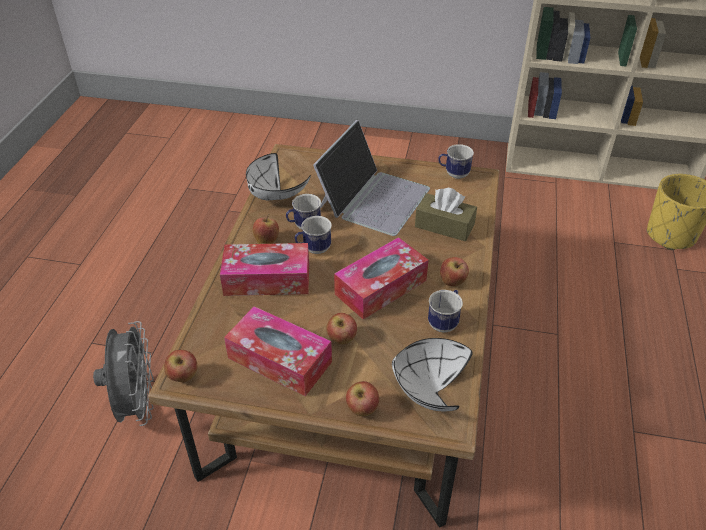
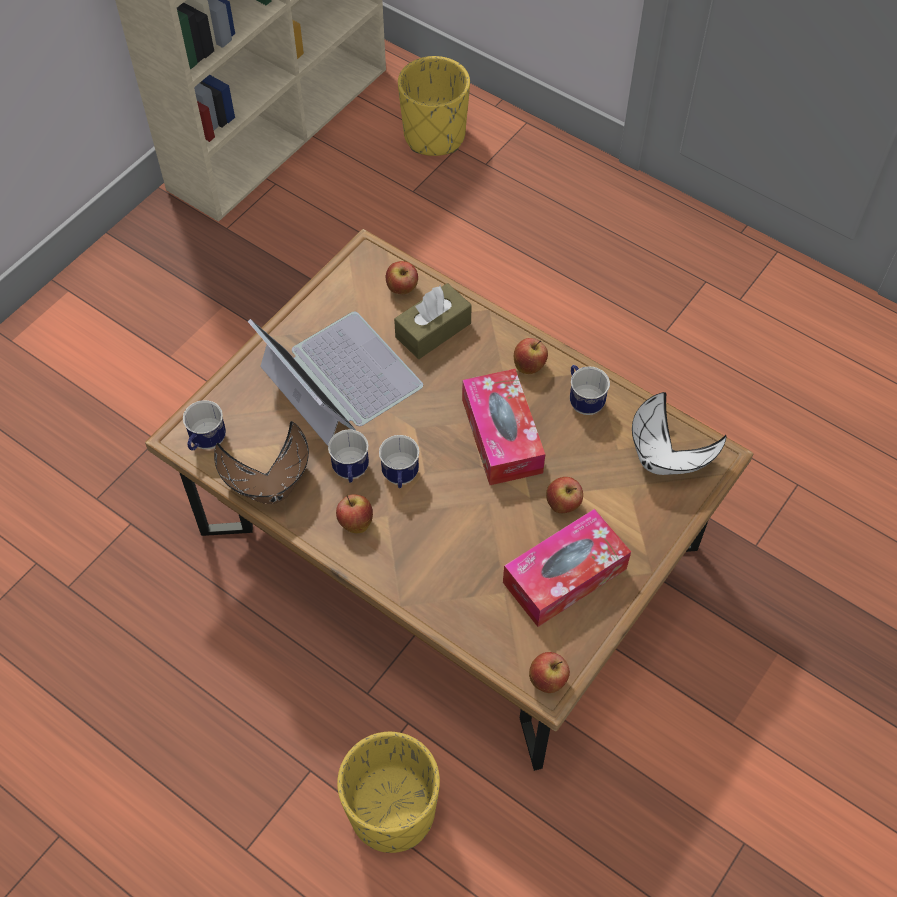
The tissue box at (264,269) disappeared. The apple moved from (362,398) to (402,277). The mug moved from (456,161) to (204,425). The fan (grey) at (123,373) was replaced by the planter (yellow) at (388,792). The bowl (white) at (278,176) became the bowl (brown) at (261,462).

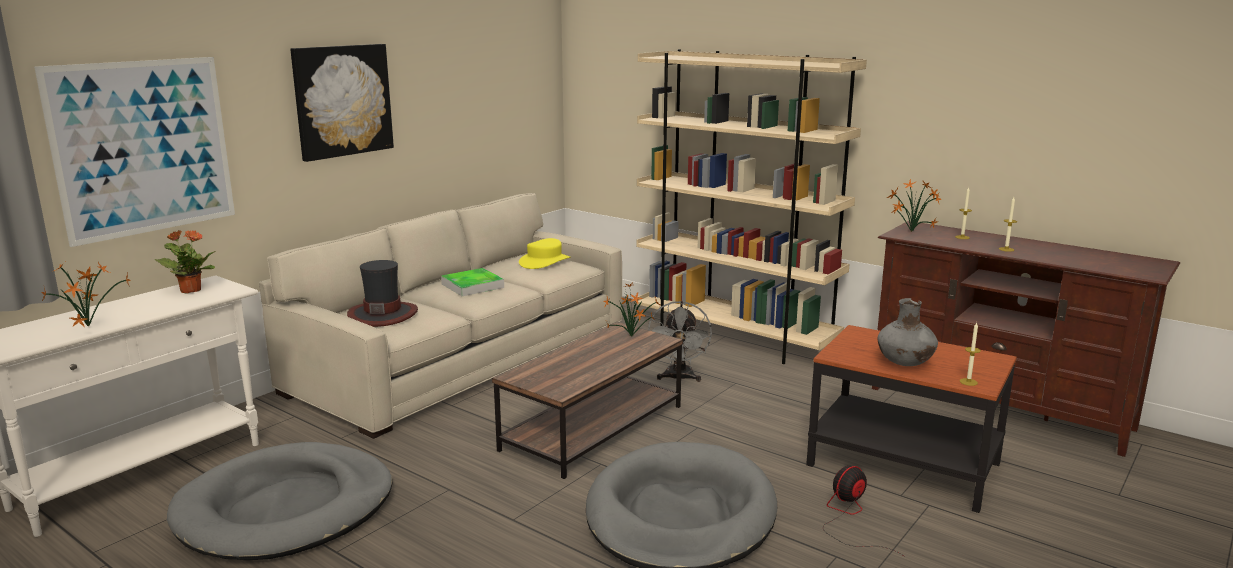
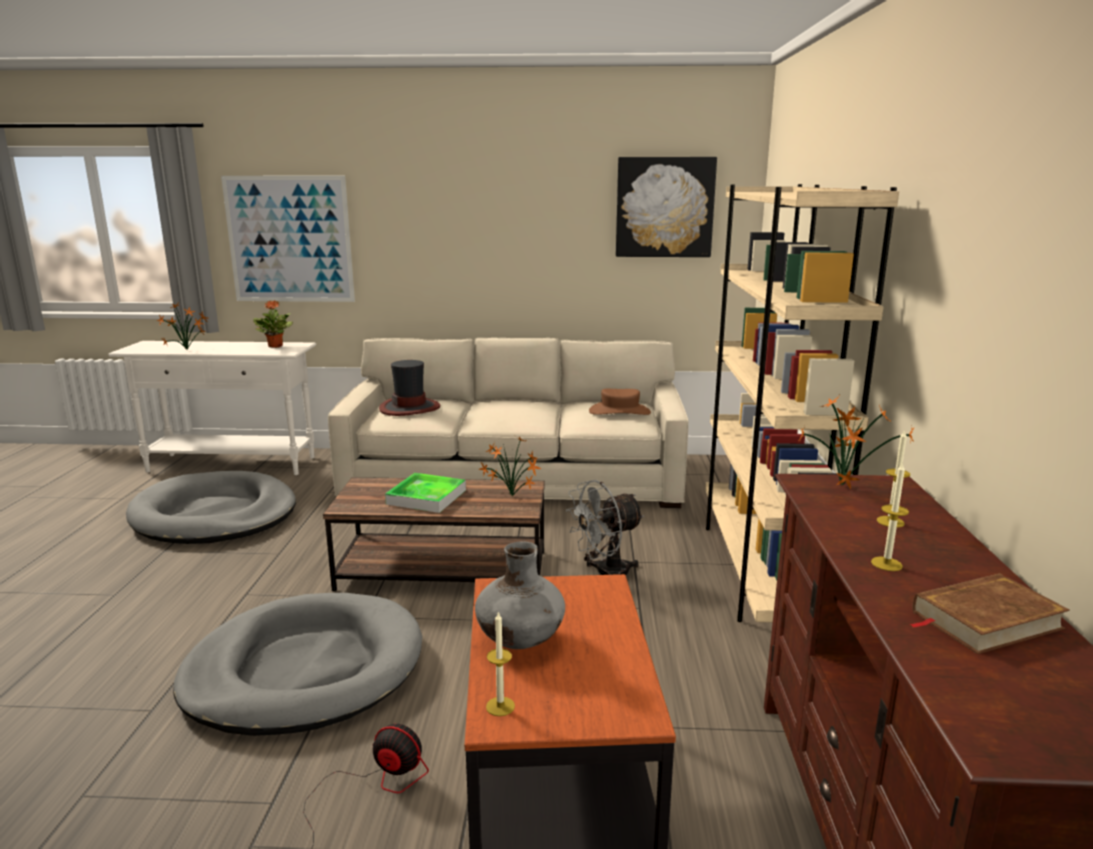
The book (brown) at (989,613) appeared. The picture moved from (342,103) to (666,207). The tray moved from (472,282) to (425,493). The hat (yellow) at (544,253) became the hat (brown) at (620,402).

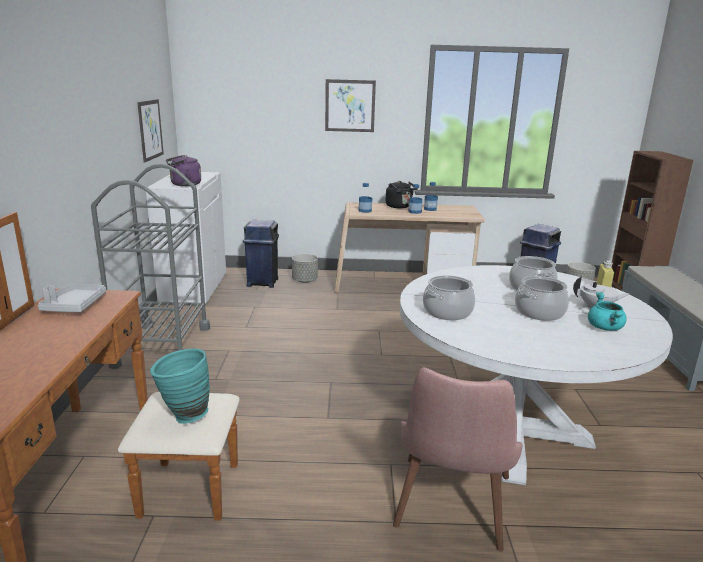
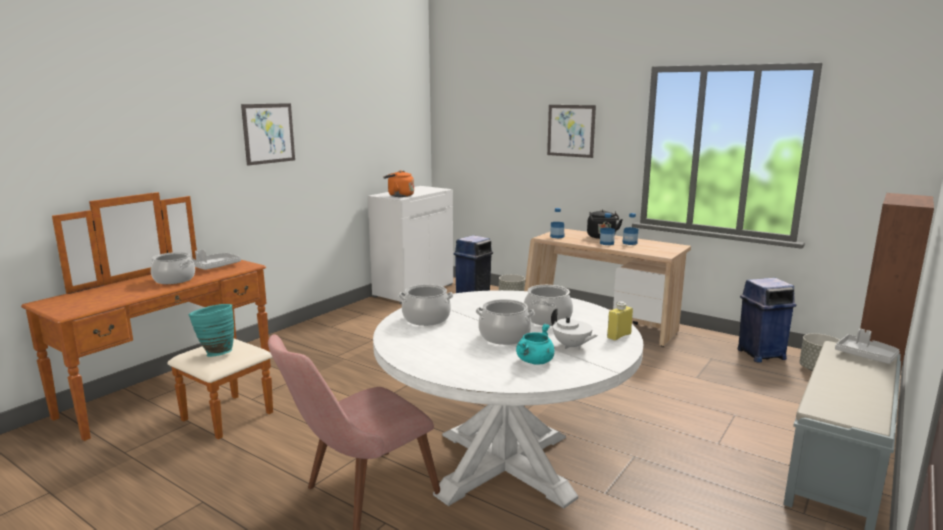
The cart (grey) at (150,266) disappeared. The cooking pot at (173,268) appeared. The tray (grey) at (867,346) appeared. The picture moved from (150,130) to (268,134). The kettle (purple) at (183,170) became the kettle (orange) at (398,183).

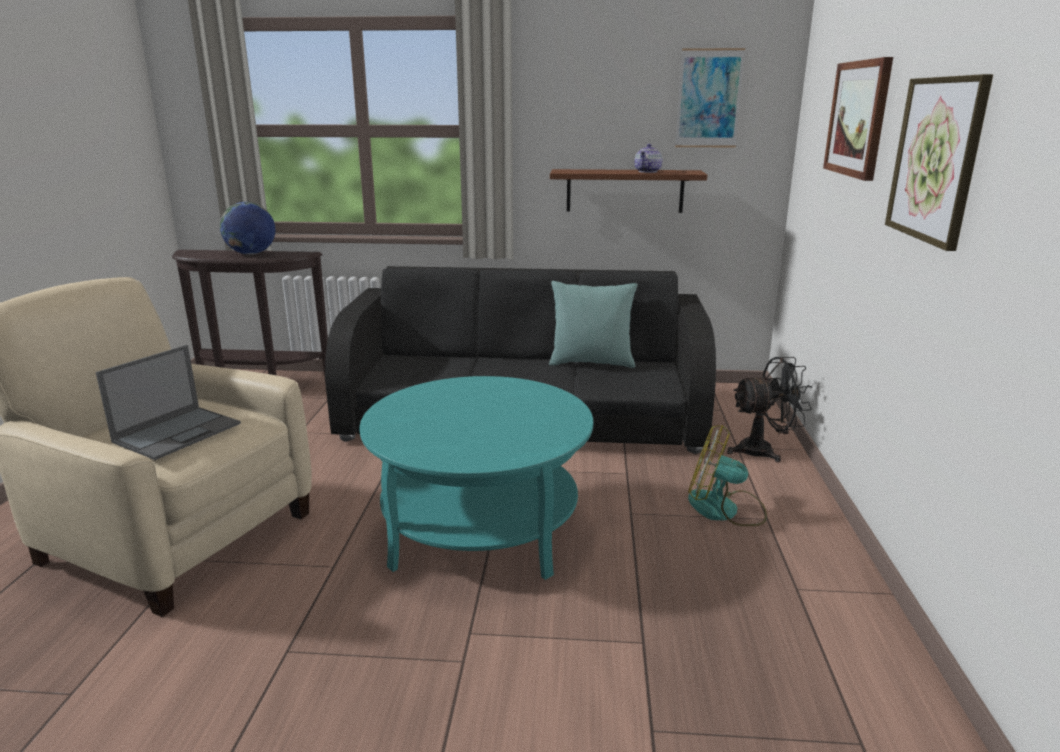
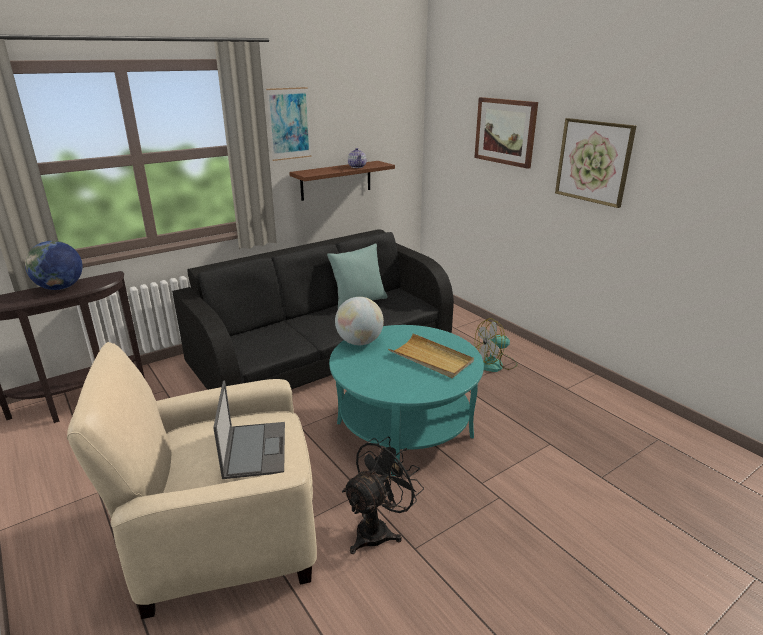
The globe at (359,321) appeared. The tray (beige) at (431,356) appeared. The picture moved from (710,97) to (289,124). The fan (black) moved from (769,409) to (383,495).

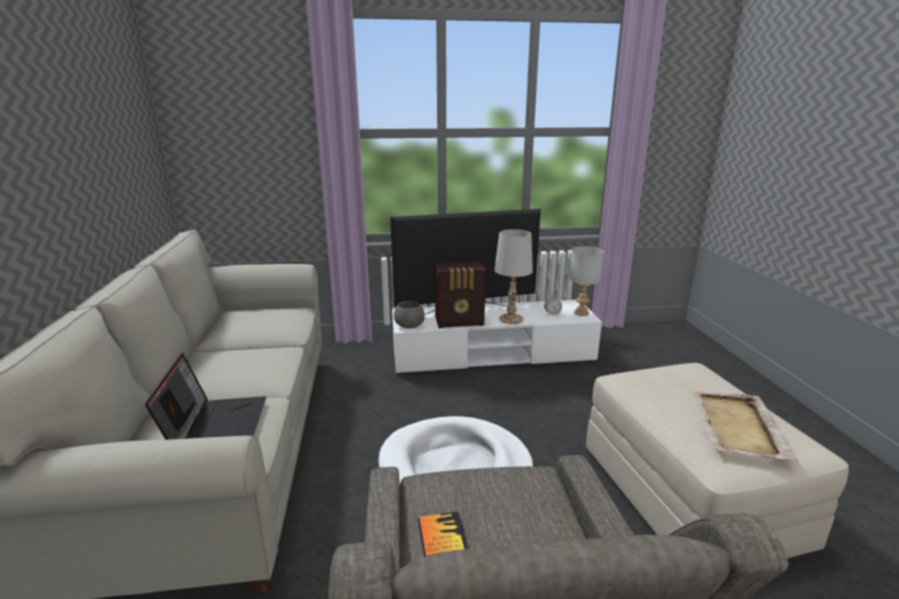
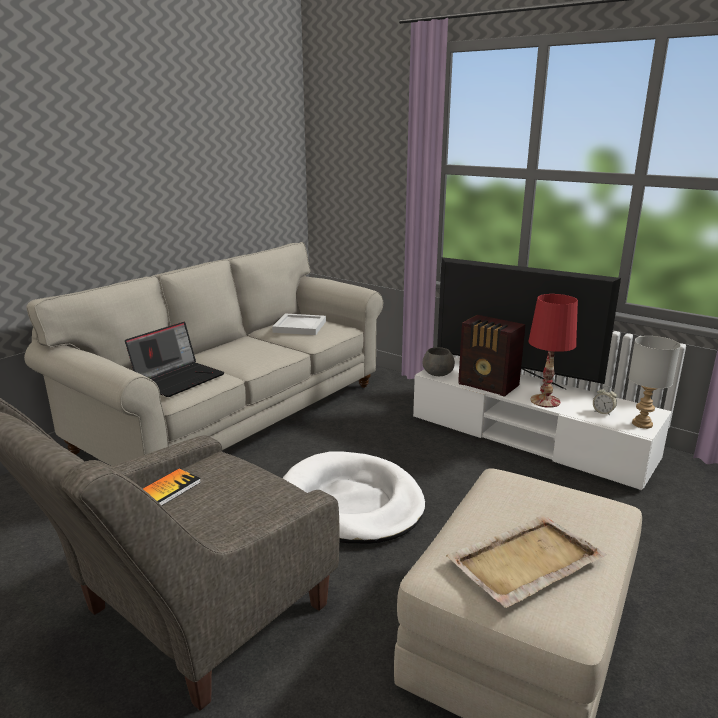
The tray (white) at (299,324) appeared. The table lamp (white) at (513,276) became the table lamp (red) at (553,351).

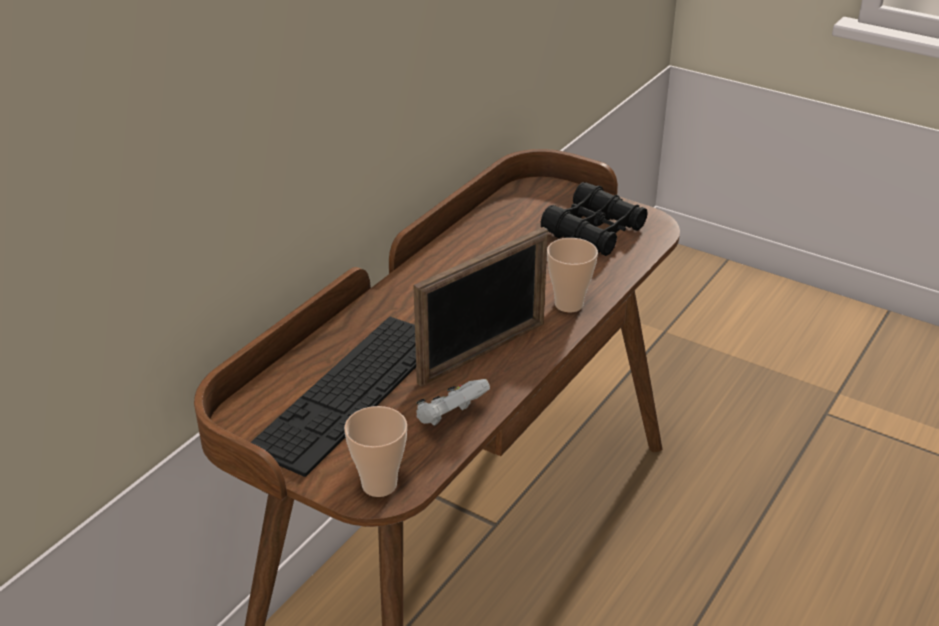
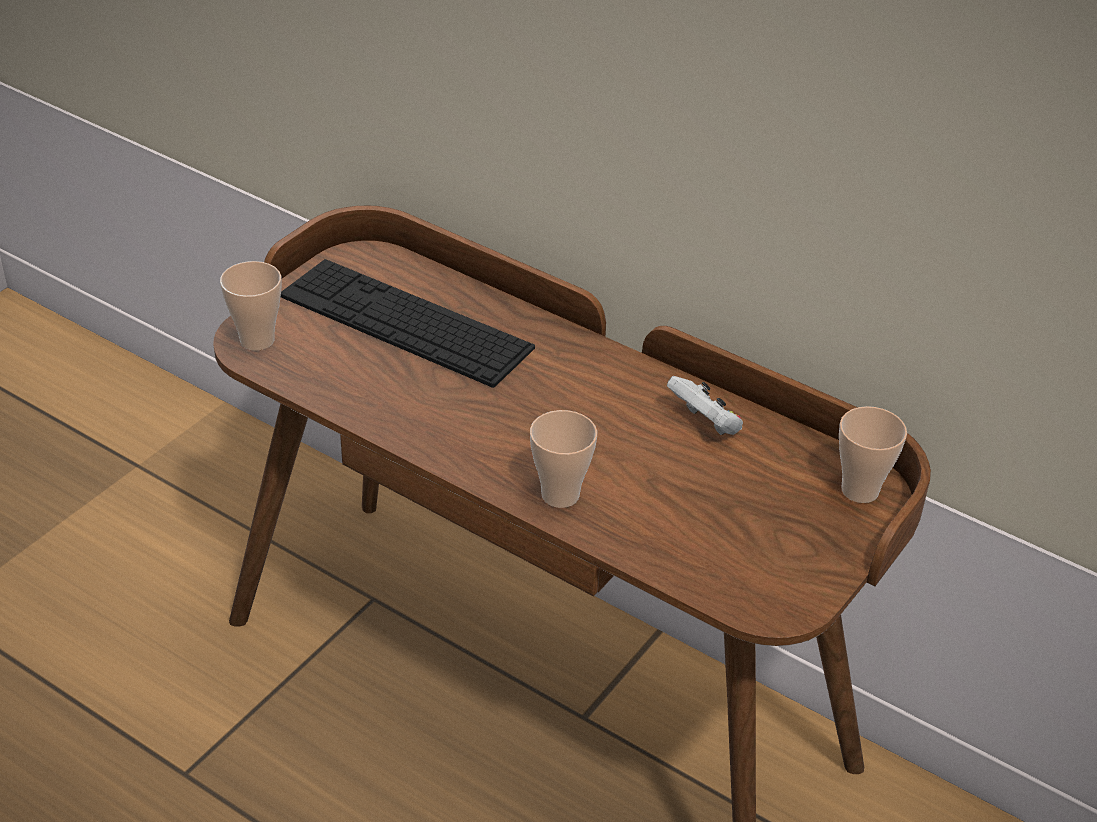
The picture frame at (480,306) disappeared. The binoculars (black) at (594,219) disappeared. The cup at (873,454) appeared. The game controller (white) moved from (453,402) to (705,405).

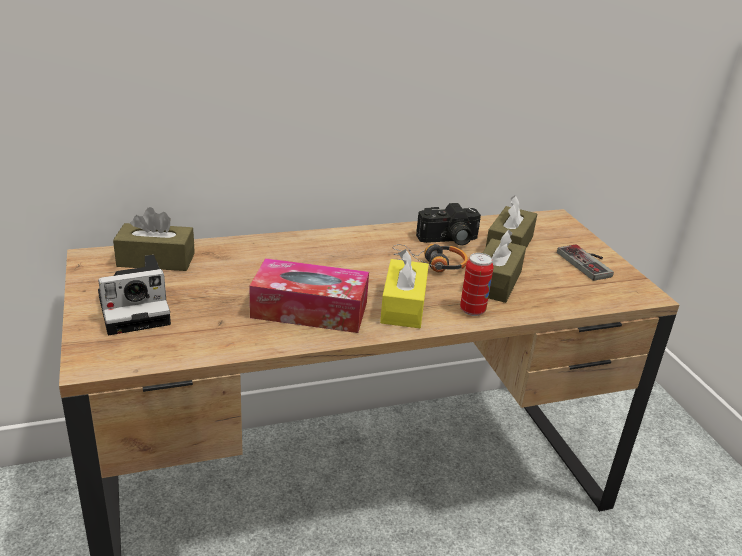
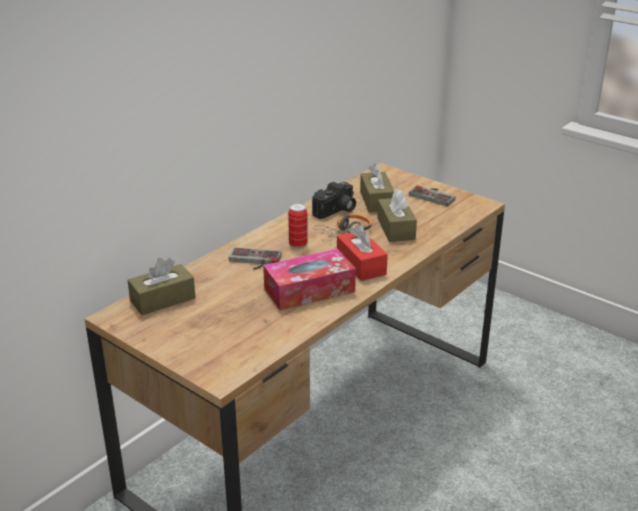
The photo camera at (134,295) disappeared. The game controller at (255,258) appeared. The can moved from (477,284) to (298,225). The tissue box (yellow) at (404,288) became the tissue box (red) at (362,252).

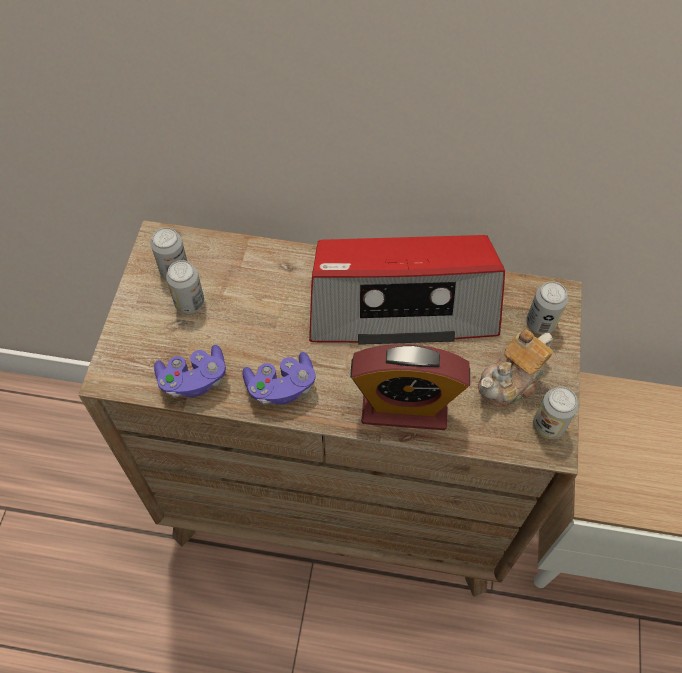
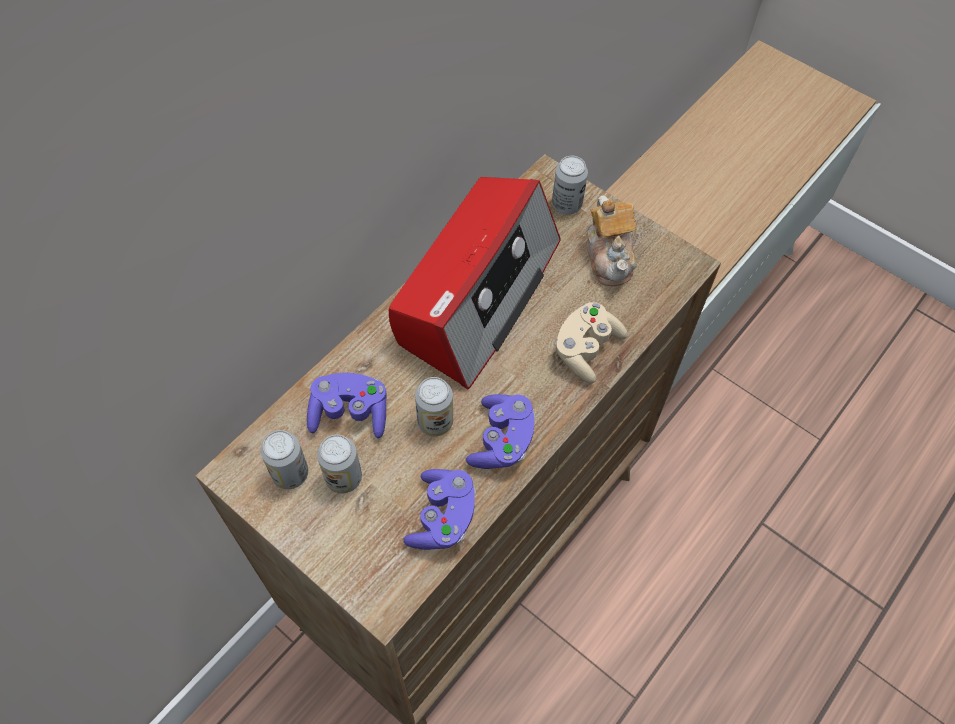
The game controller (purple) at (347,405) appeared. The can moved from (555,412) to (434,406). The alarm clock at (410,387) was replaced by the game controller (beige) at (591,342).

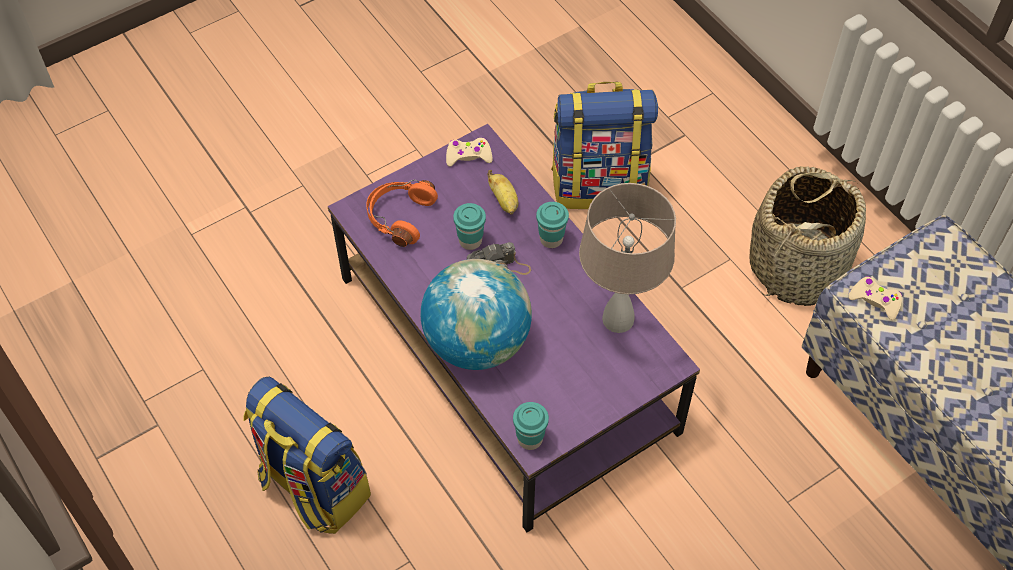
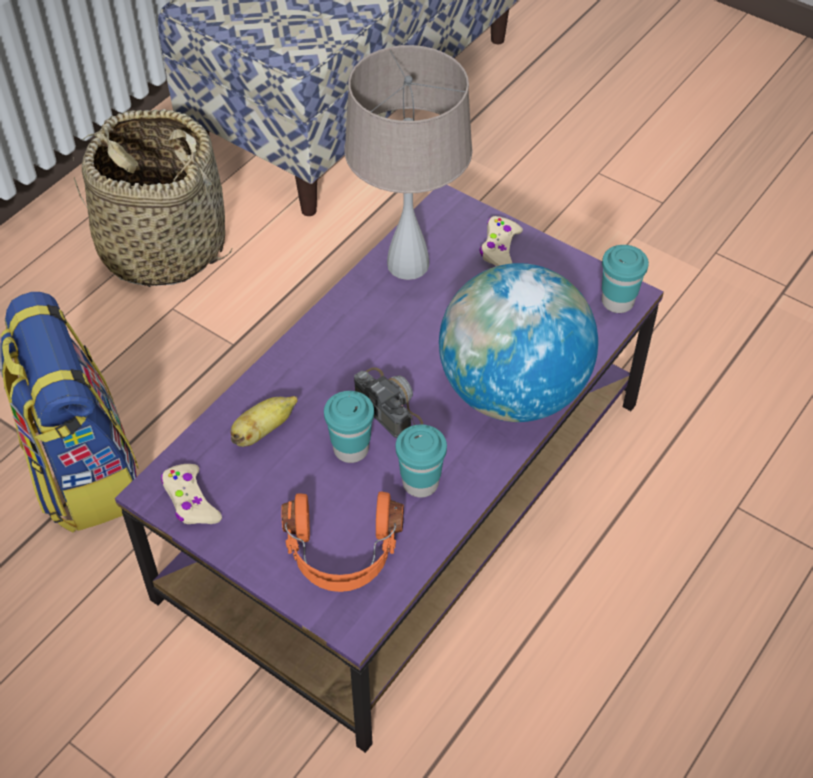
The backpack at (307,455) disappeared. The cup (turquoise) moved from (552,225) to (421,461). The game controller (beige) moved from (875,298) to (501,241).

